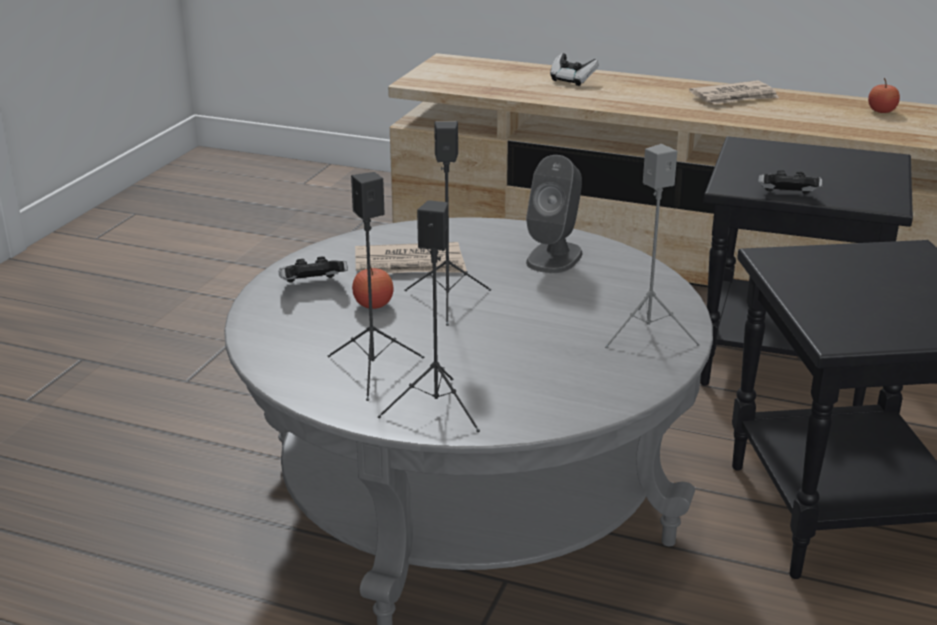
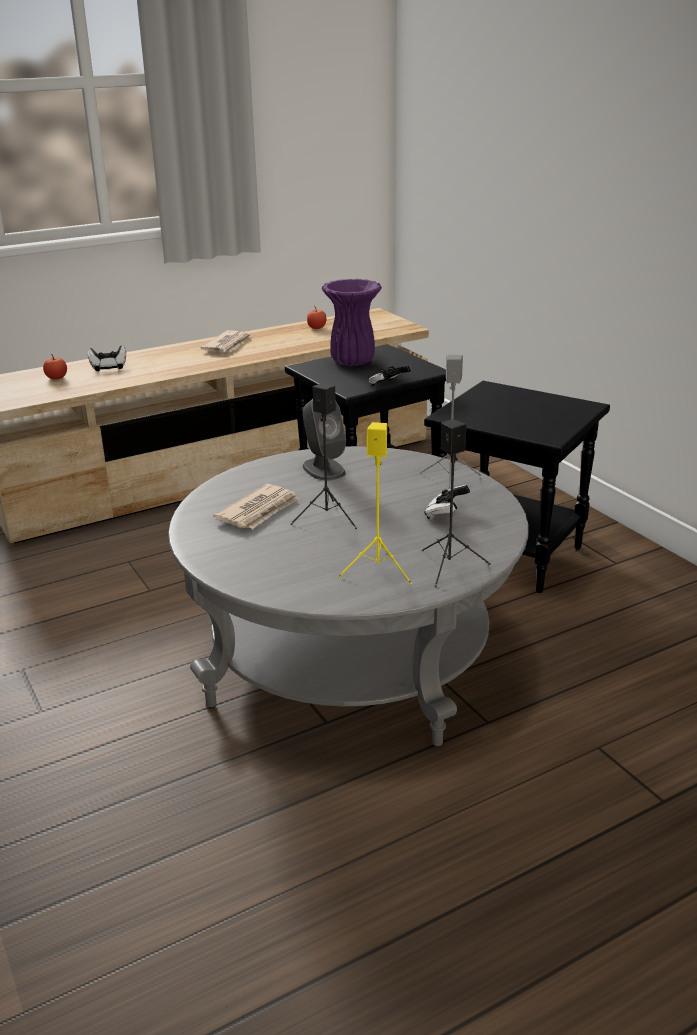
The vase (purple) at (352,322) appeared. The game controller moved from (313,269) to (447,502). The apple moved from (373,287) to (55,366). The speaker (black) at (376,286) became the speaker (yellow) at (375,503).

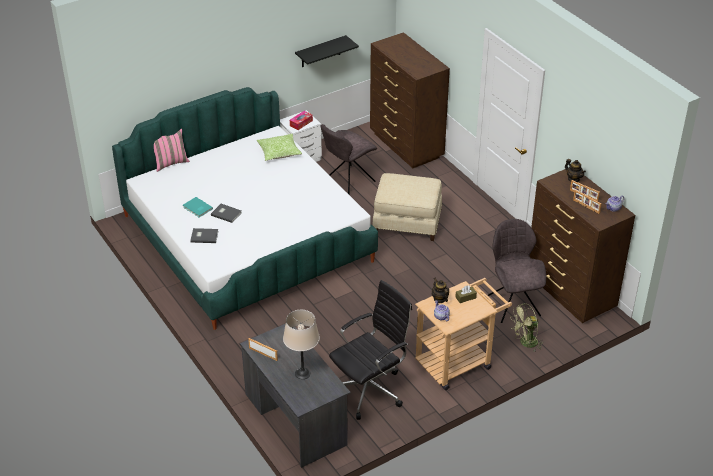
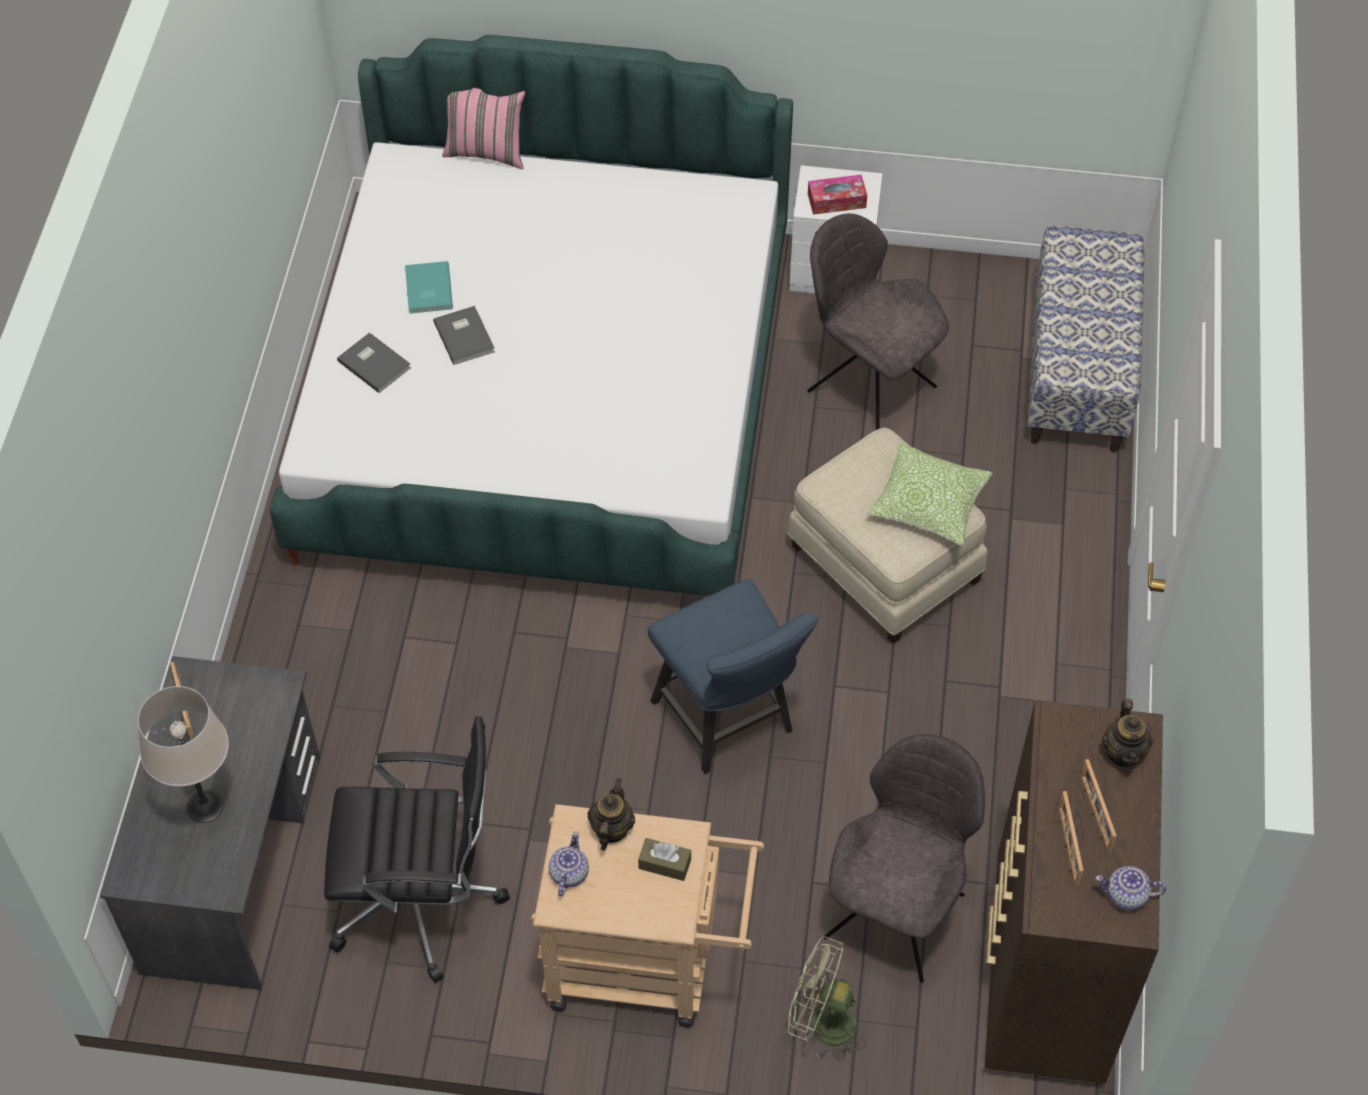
The shelf (black) at (327,51) disappeared. The chair (blue) at (733,676) appeared. The pillow moved from (279,147) to (930,494). The dresser (brown) at (410,100) was replaced by the bench at (1086,339). The chair (grey) at (348,159) turned 45 degrees clockwise.

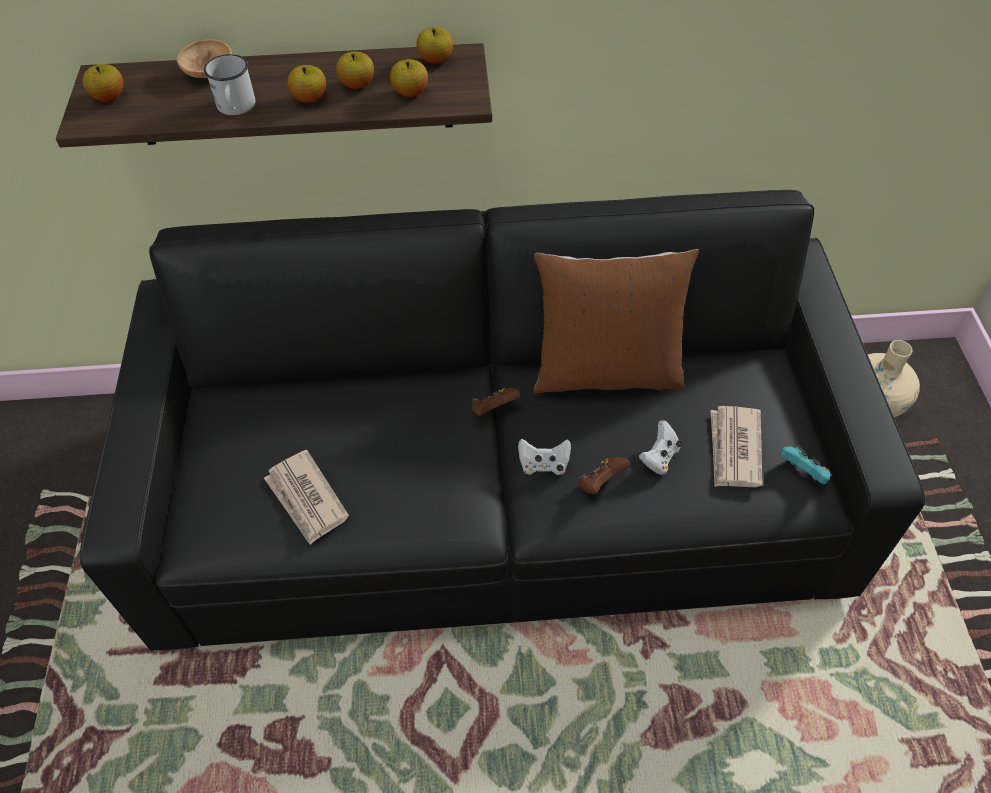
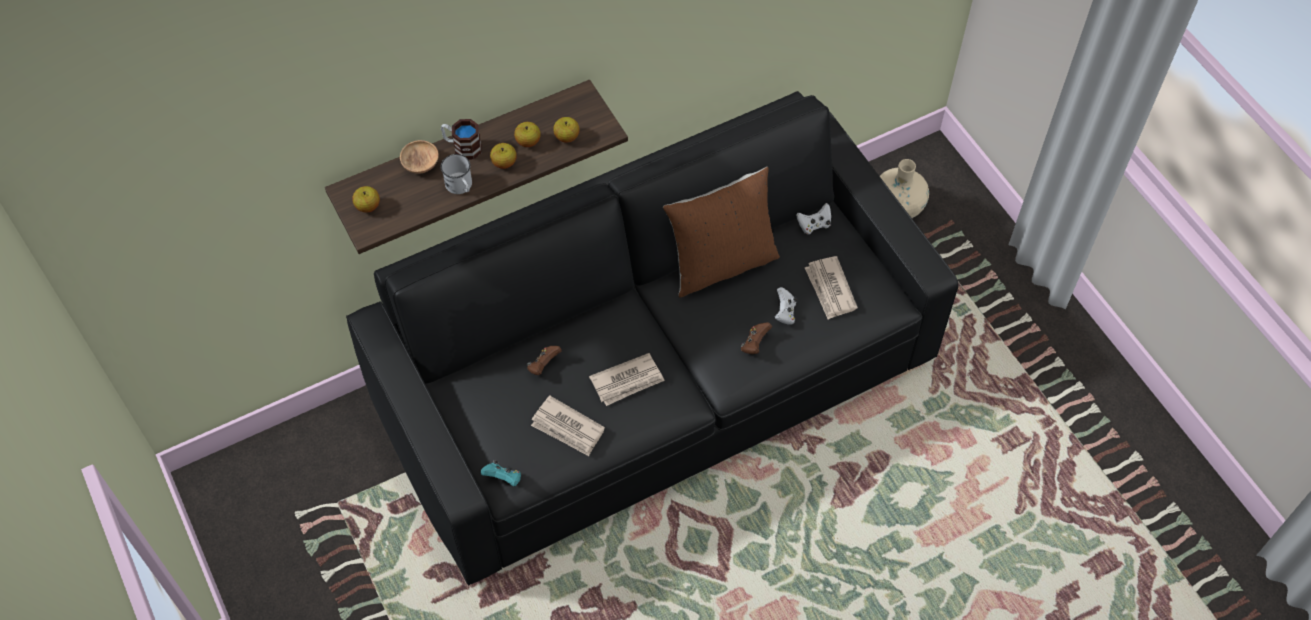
The apple at (434,45) disappeared. The mug at (461,139) appeared. The newspaper at (627,379) appeared. The game controller (brown) moved from (496,402) to (544,360). The game controller (white) moved from (544,457) to (813,218). The game controller (turquoise) moved from (805,464) to (501,473).

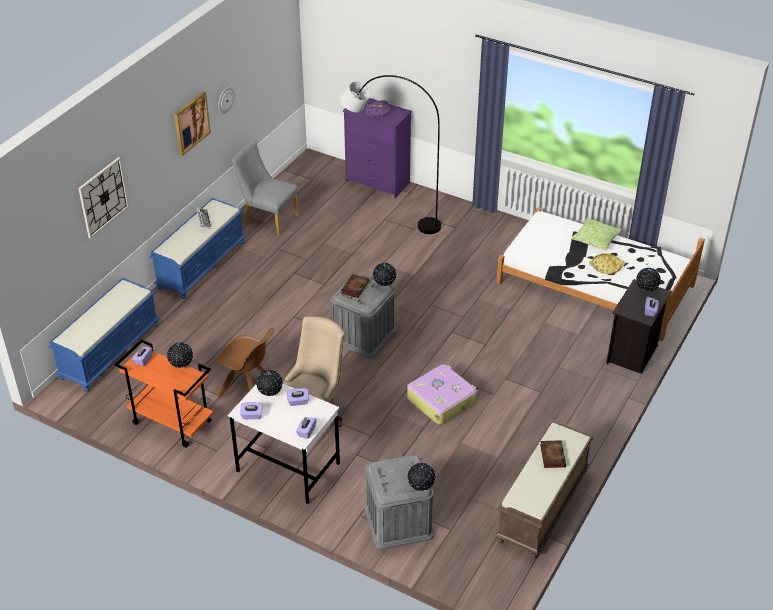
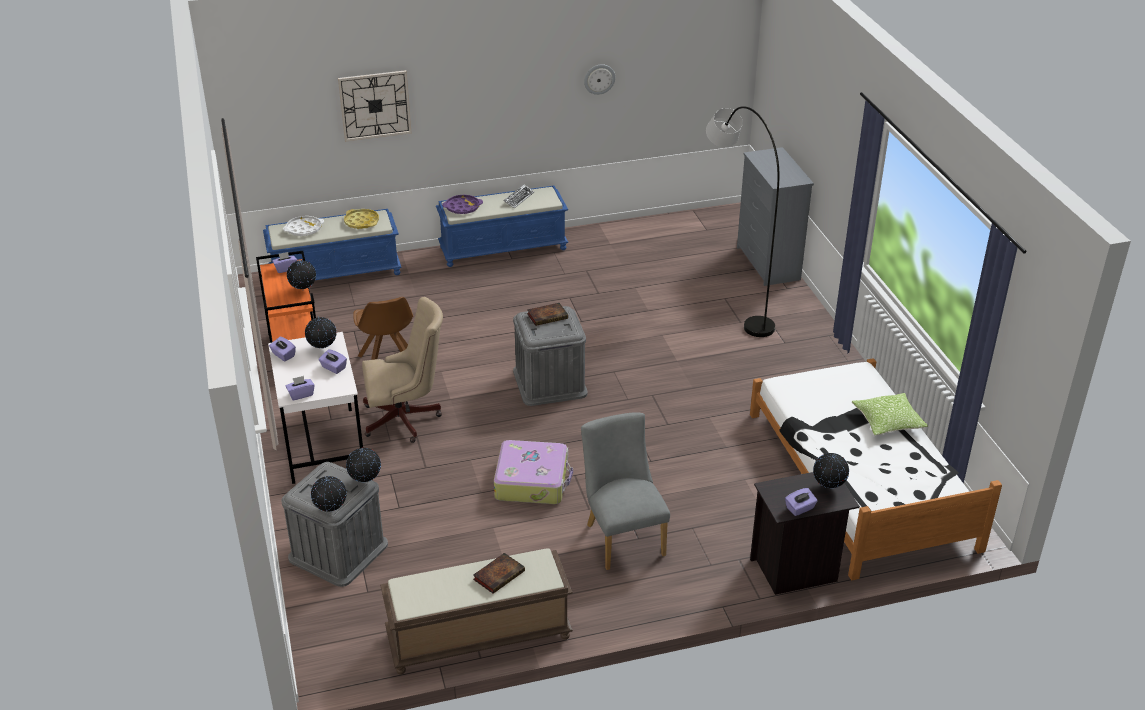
The picture at (192,124) disappeared. The tray (white) at (303,226) appeared. The chair (grey) moved from (265,188) to (625,491). The tray (purple) moved from (377,108) to (462,204). The globe moved from (384,274) to (363,465). The tray (yellow) moved from (607,264) to (361,219). The dresser (purple) at (377,147) became the dresser (grey) at (775,216).

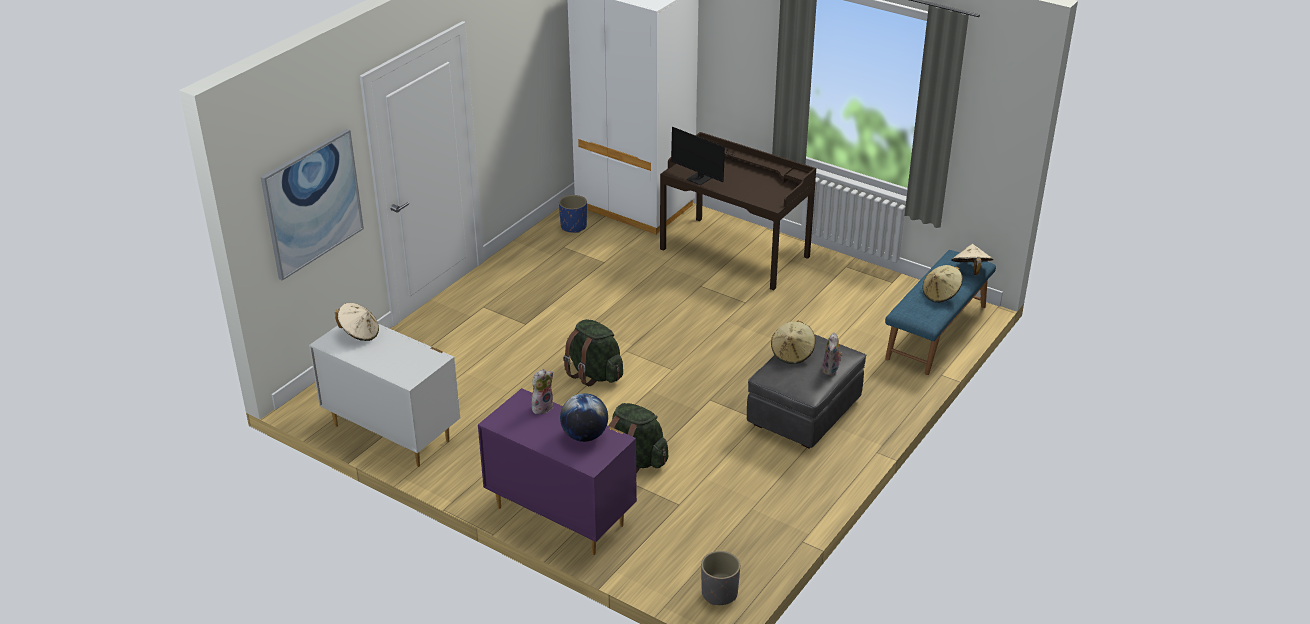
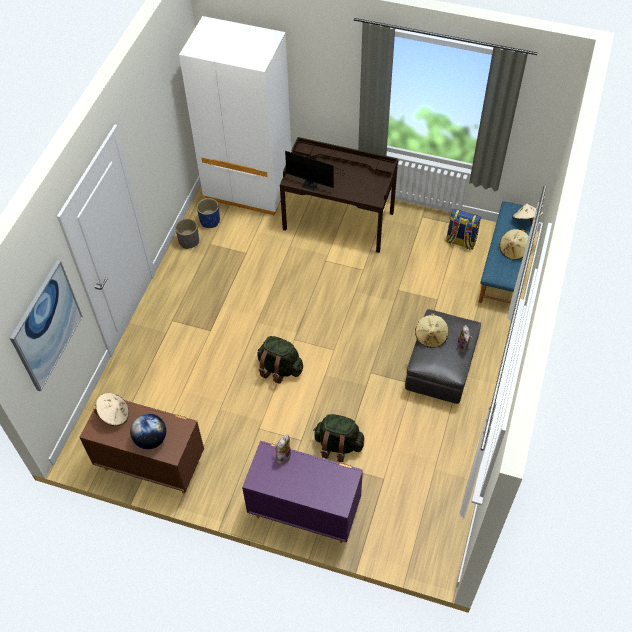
The backpack at (463,229) appeared. The globe moved from (584,417) to (148,431). The planter (grey) moved from (720,578) to (187,233). The dresser (white) at (384,395) became the dresser (brown) at (142,444).

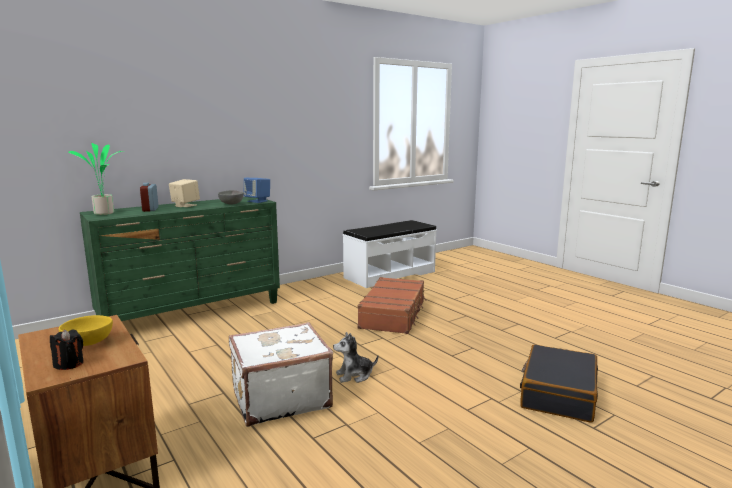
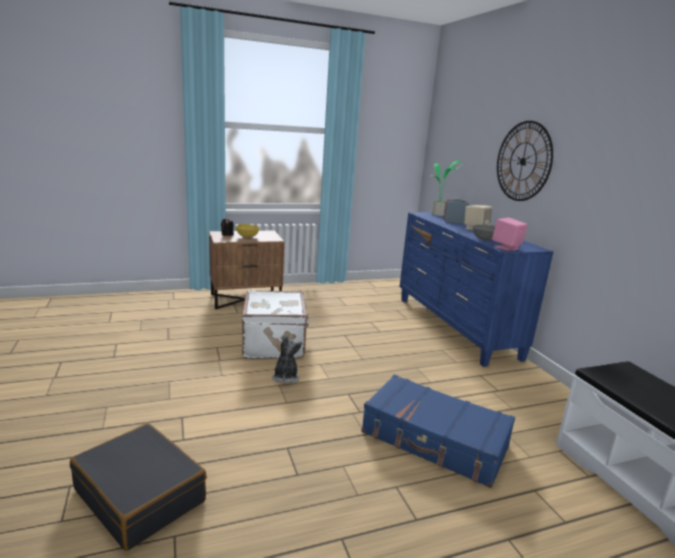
The wall clock at (525,161) appeared. The dresser (green) at (180,259) became the dresser (blue) at (477,289). The speaker (blue) at (257,190) became the speaker (pink) at (510,234). The suitcase (brown) at (391,305) became the suitcase (blue) at (438,431).

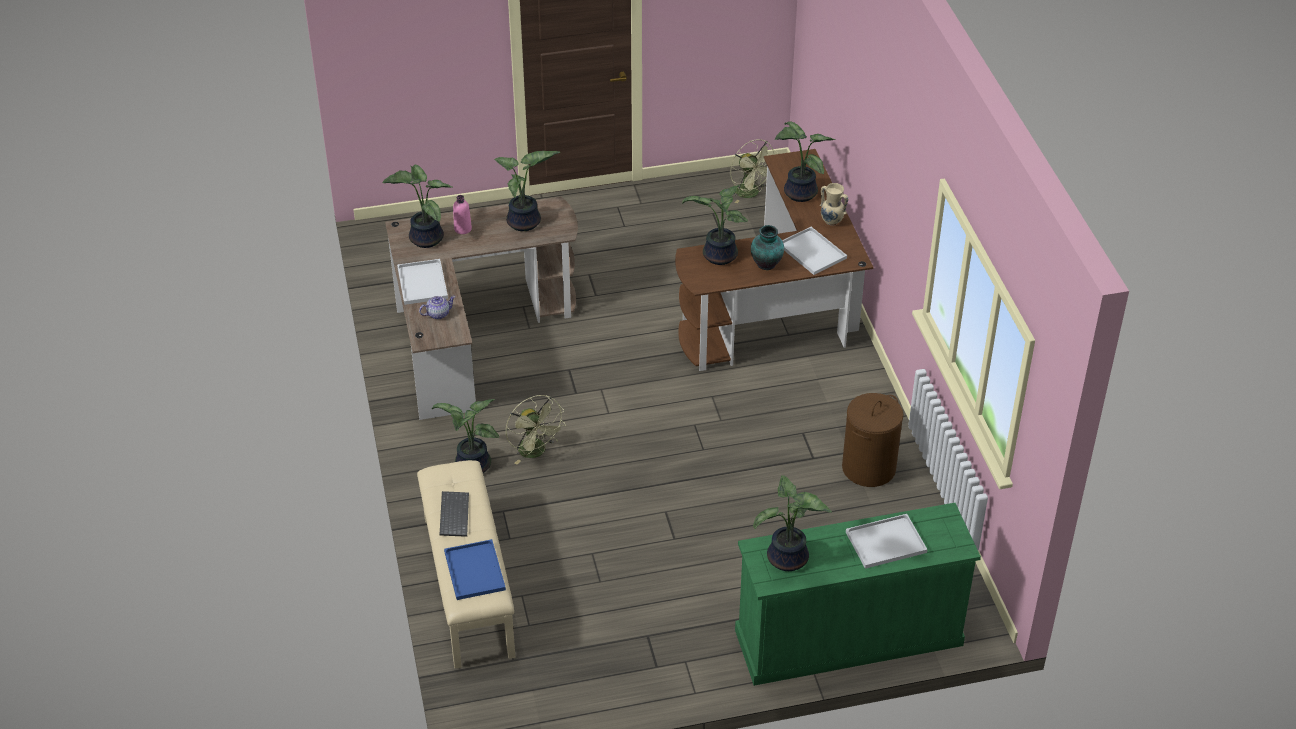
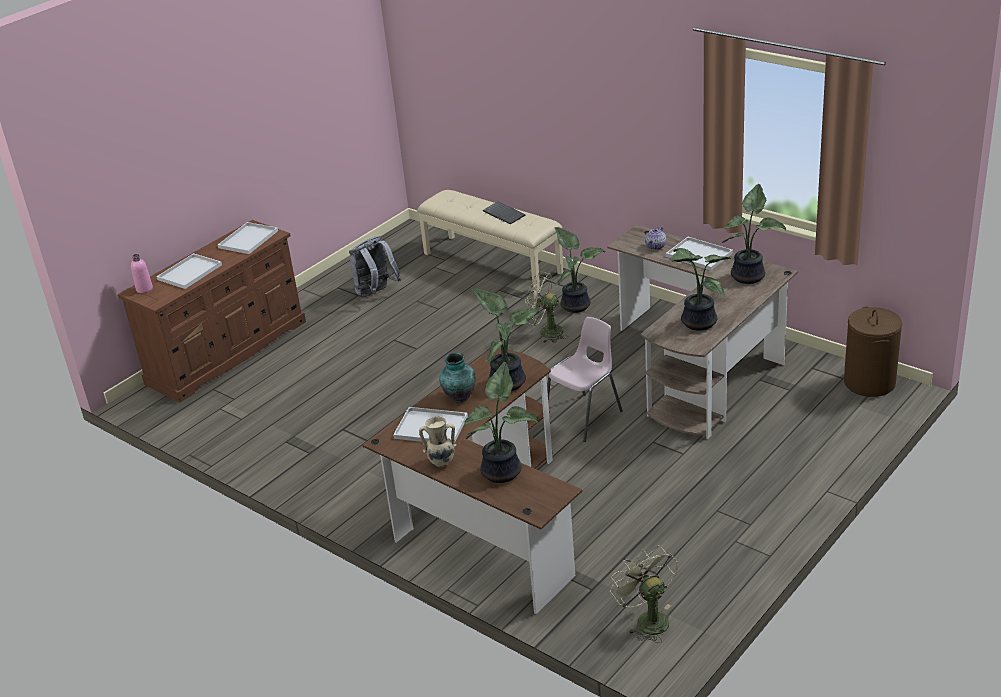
The tray (blue) at (475,569) disappeared. The backpack (grey) at (375,266) appeared. The chair (pink) at (585,379) appeared. The bottle (pink) moved from (462,214) to (142,273). The laundry basket (brown) moved from (872,440) to (873,352). The potted plant at (792,523) was replaced by the tray (white) at (248,238). The dresser (green) at (858,594) became the dresser (brown) at (212,311). The fan (green) at (754,171) turned 45 degrees clockwise.

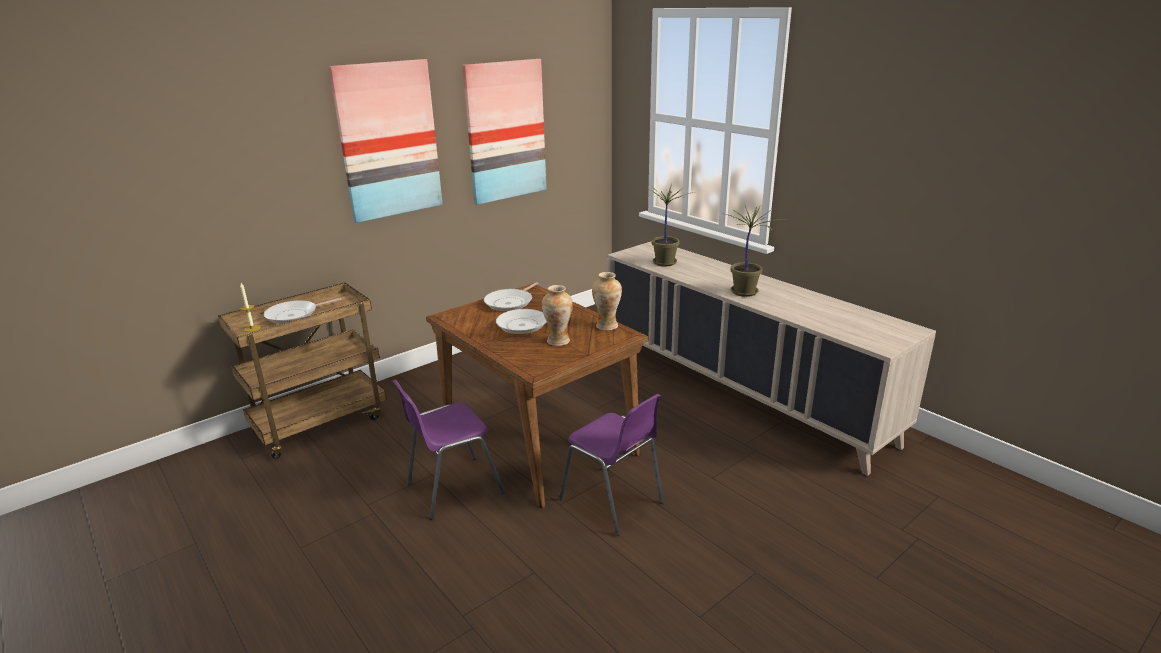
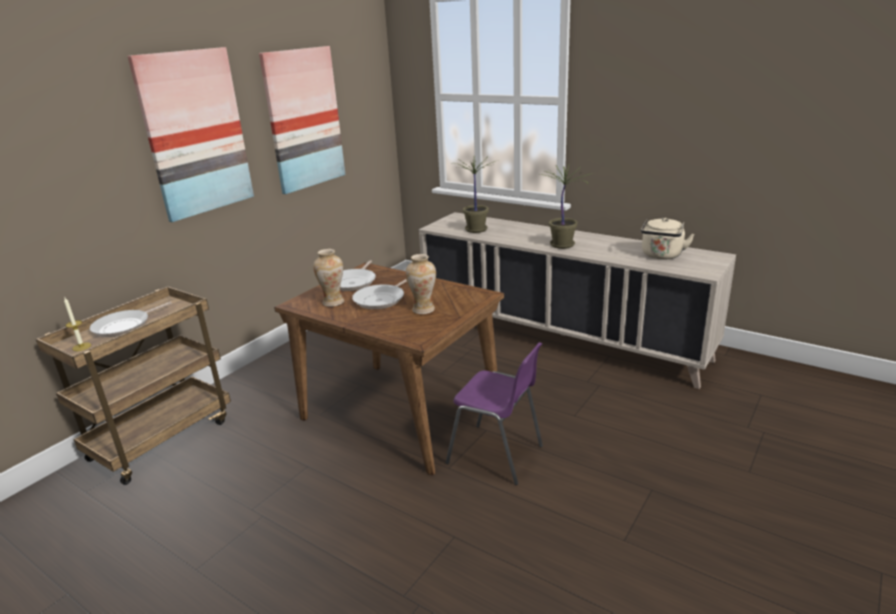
The chair (purple) at (449,450) disappeared. The kettle (beige) at (668,239) appeared. The vase moved from (607,301) to (328,278).

